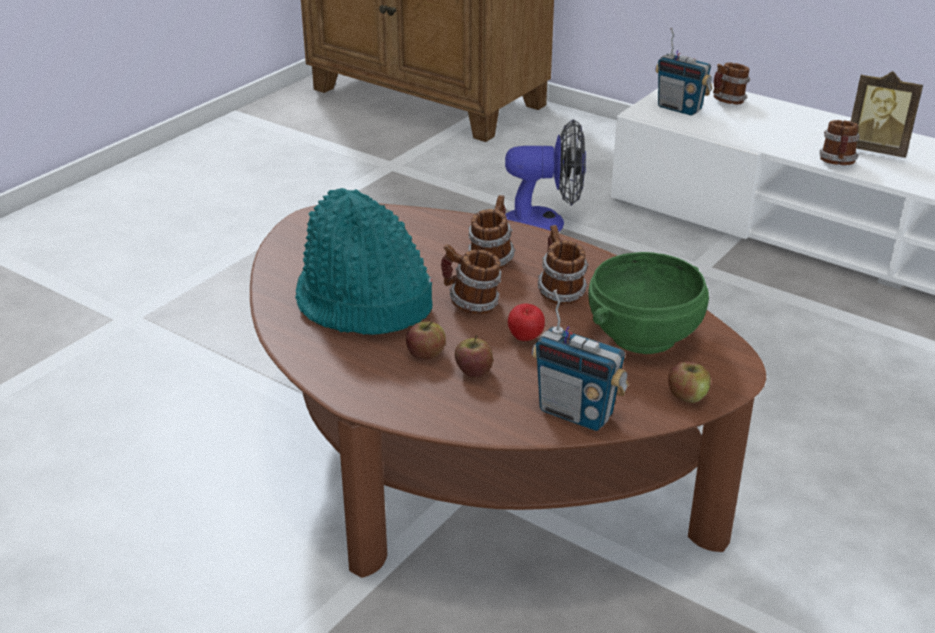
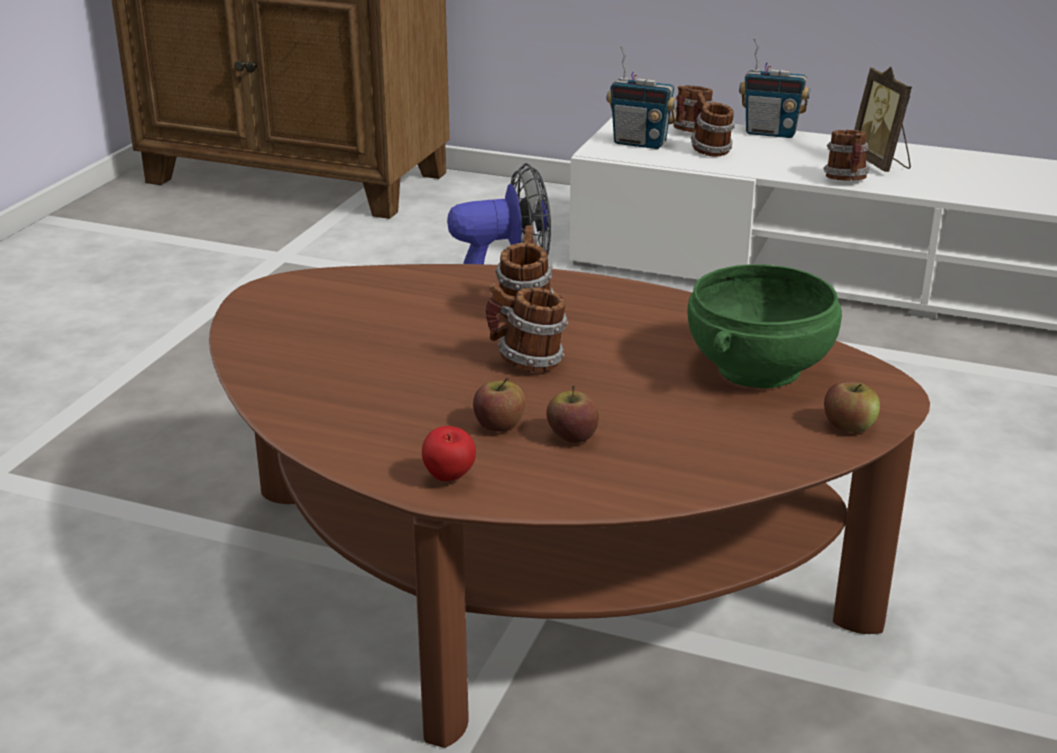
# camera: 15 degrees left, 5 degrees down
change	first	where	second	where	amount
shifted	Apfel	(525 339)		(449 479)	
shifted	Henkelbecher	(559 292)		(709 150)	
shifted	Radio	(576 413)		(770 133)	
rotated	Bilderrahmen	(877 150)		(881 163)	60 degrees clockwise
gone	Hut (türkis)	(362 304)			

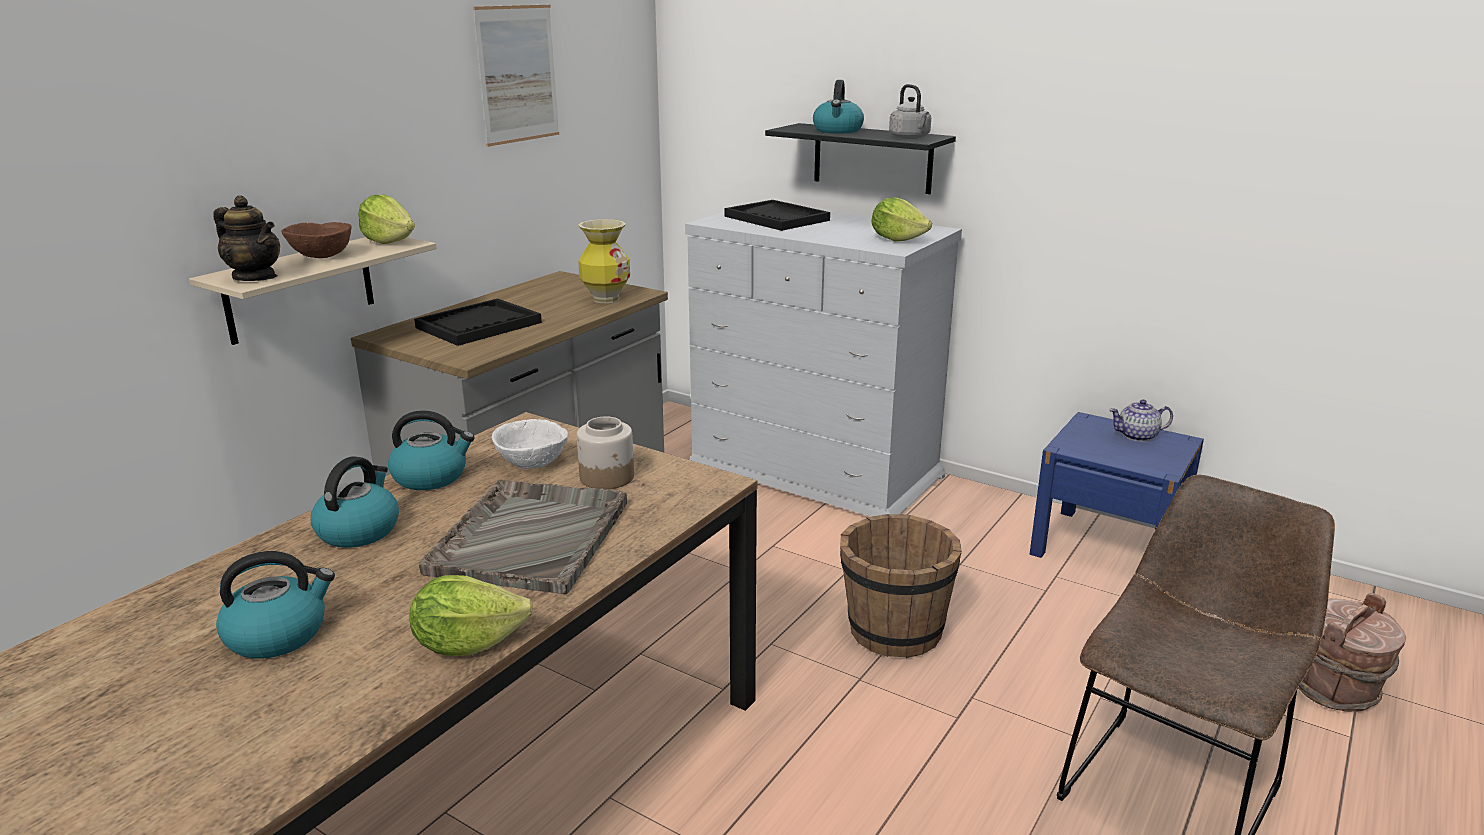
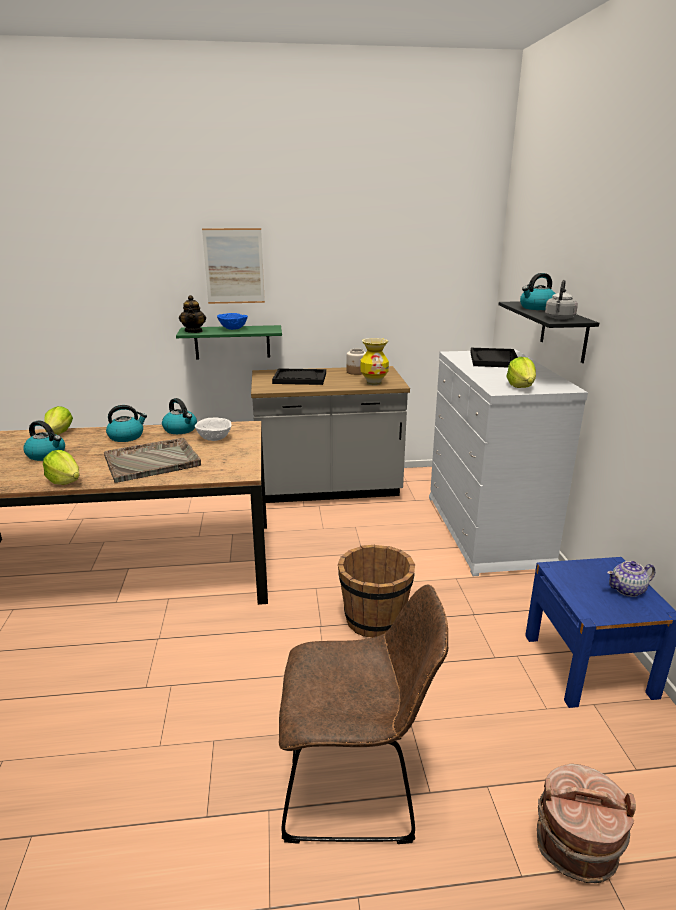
# camera: 50 degrees right, 0 degrees up
change	first	where	second	where	amount
shifted	Salatkopf	(389 241)		(59 433)	
repainted	Wandregal (beige)	(300 288)	Wandregal (grün)	(232 342)	
shifted	Bild	(518 74)		(234 266)	
repainted	Schüssel (braun)	(321 256)	Schüssel (blau)	(232 329)	
shifted	Vorratsglas	(607 477)		(356 372)	
rotated	Teekanne	(1138 436)		(628 590)	60 degrees counterclockwise

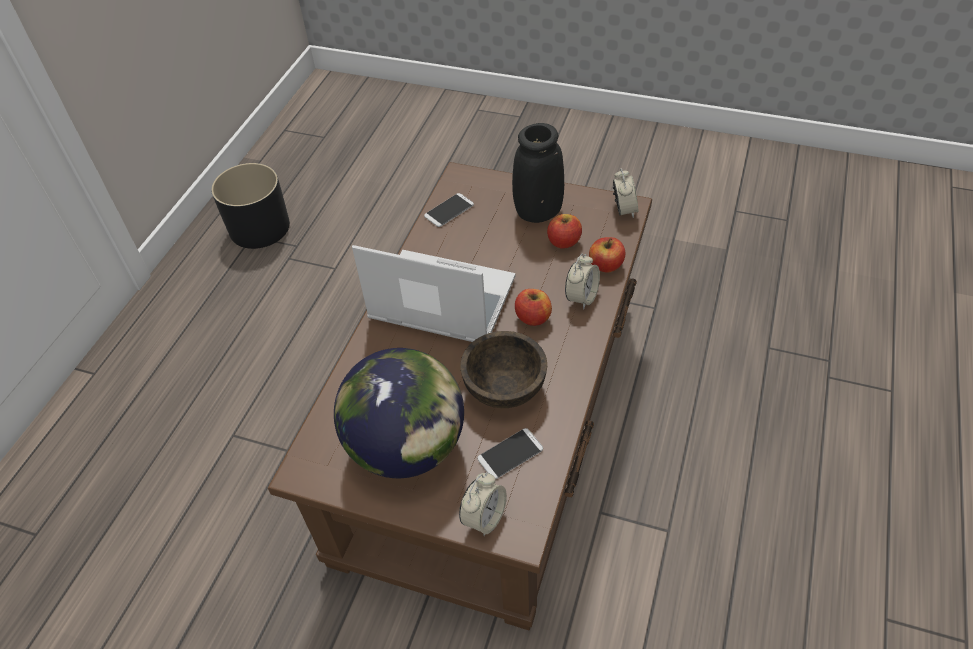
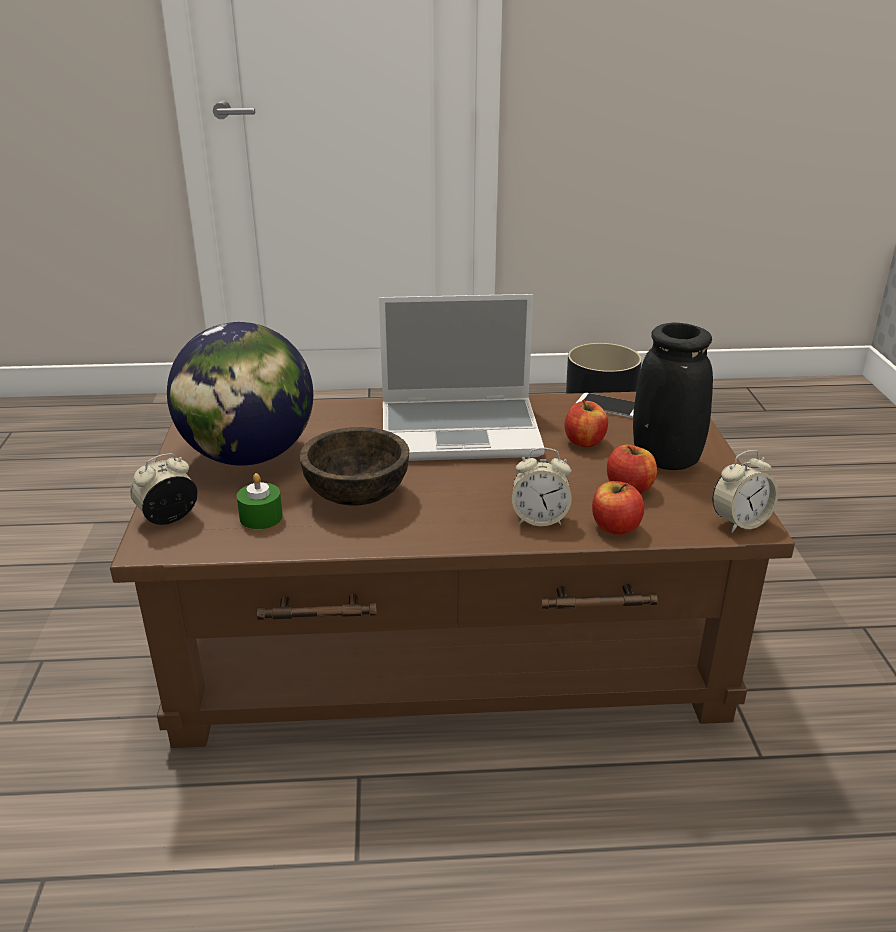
# camera: 65 degrees right, 20 degrees down
change	first	where	second	where	amount
rotated	Wecker	(484 518)		(169 518)	135 degrees clockwise
swapped	Handy	(510 454)	Kerze (grün)	(261 517)	
rotated	Laptop	(440 301)		(461 431)	90 degrees clockwise
shifted	Apfel	(533 317)		(584 441)	

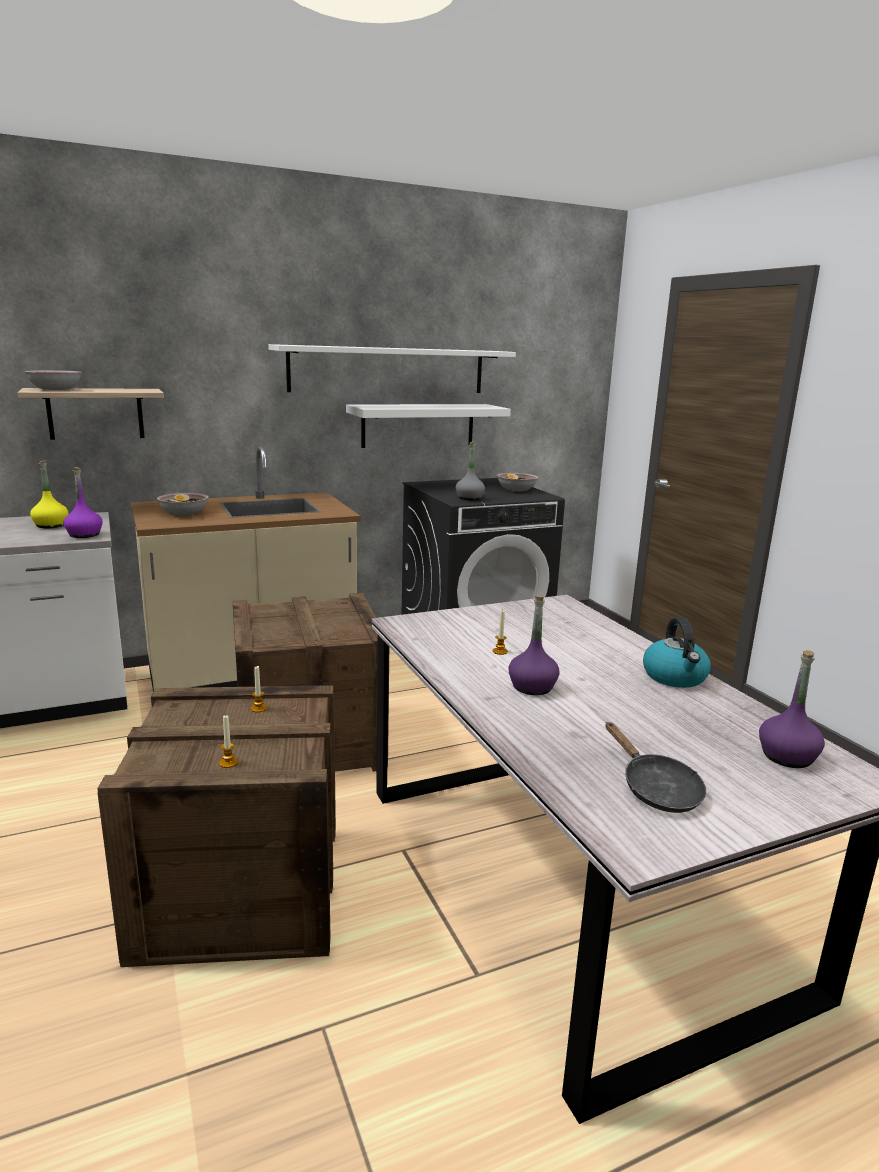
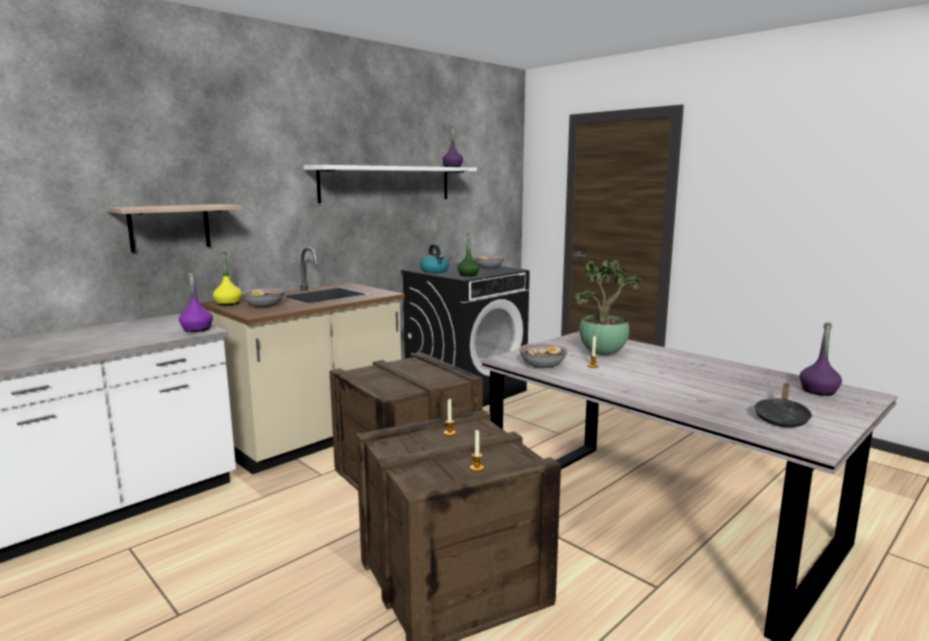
# camera: 20 degrees left, 5 degrees down
change	first	where	second	where	amount
shifted	Flasche (gelb)	(51 525)		(228 304)	
shifted	Wasserkessel	(675 677)		(435 271)	
shifted	Flasche (lila)	(532 687)		(452 167)	
repainted	Flasche (grau)	(469 498)	Flasche (grün)	(468 275)	
shifted	Schüssel	(55 389)		(542 365)	
new			Topfpflanze	(604 354)	
rotated	Pfanne (schwarz)	(655 789)		(781 418)	75 degrees clockwise
gone	Wandregal (weiß)	(418 425)			

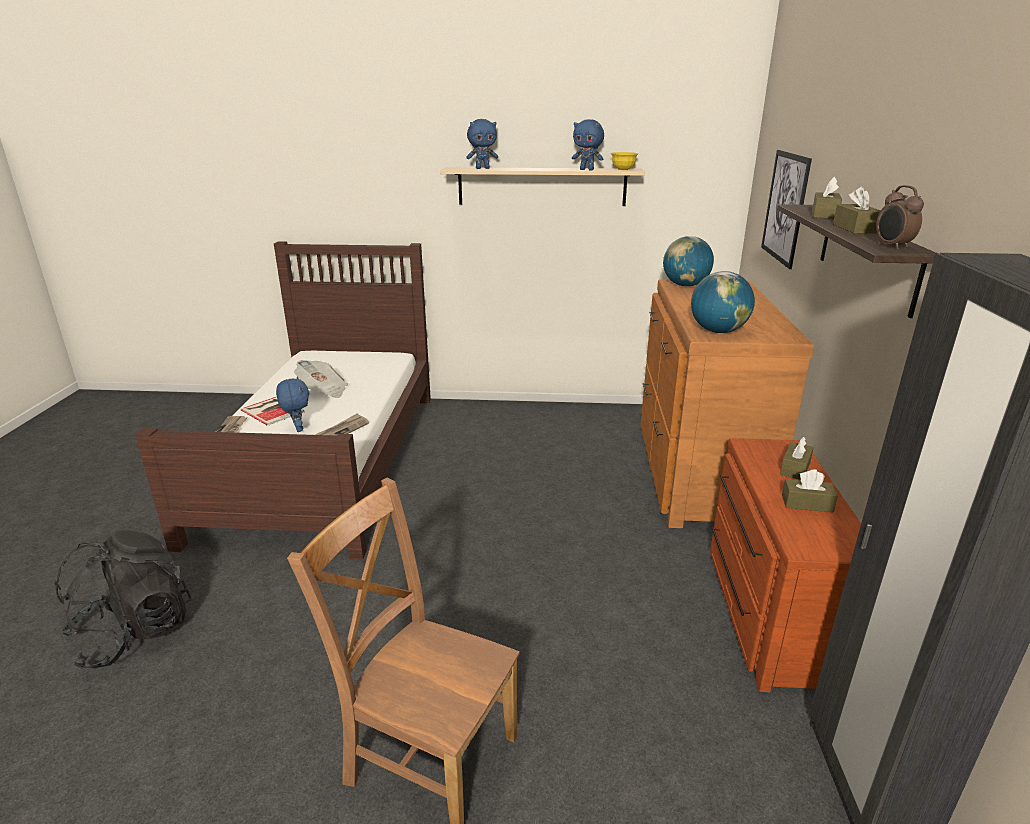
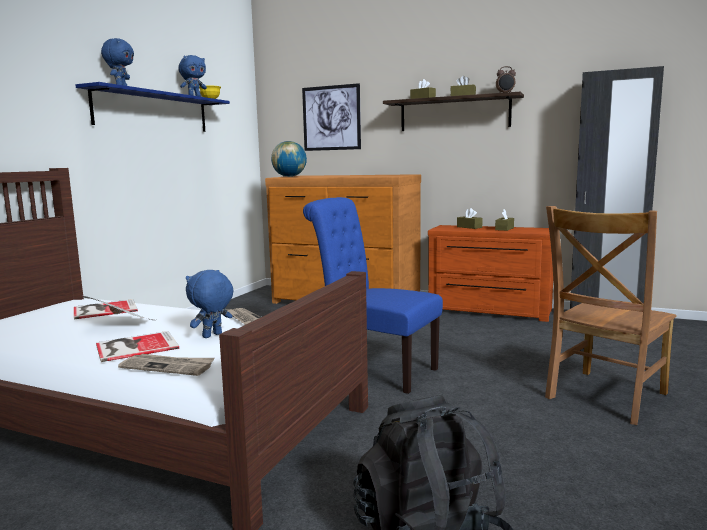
# camera: 70 degrees left, 15 degrees down
change	first	where	second	where	amount
new			Buch	(103 309)	
repainted	Wandregal (beige)	(542 186)	Wandregal (blau)	(153 111)	
rotated	Plüschtier (blau)	(297 429)		(212 336)	45 degrees counterclockwise
new			Stuhl (blau)	(374 370)	
gone	Globus	(718 331)			

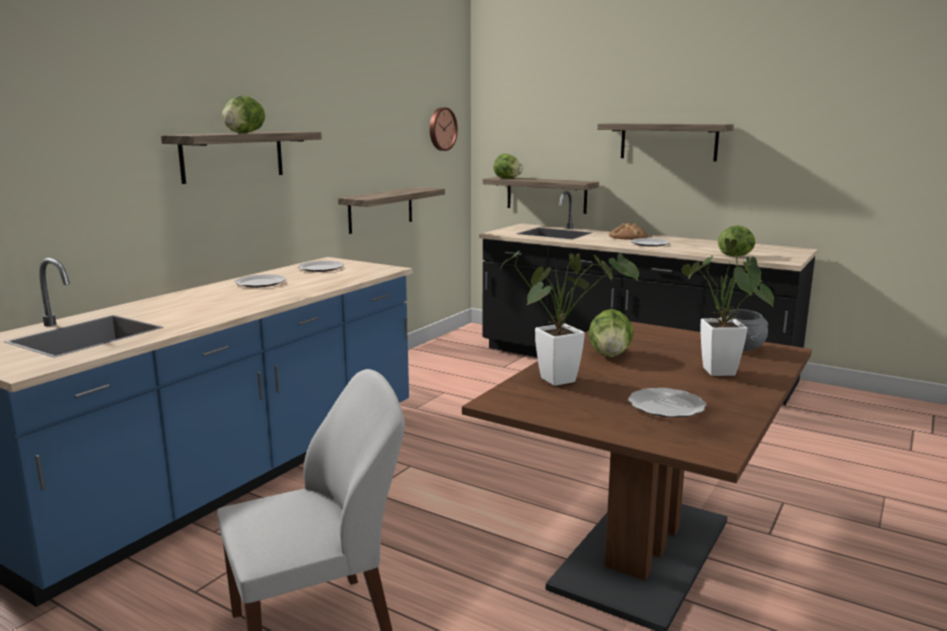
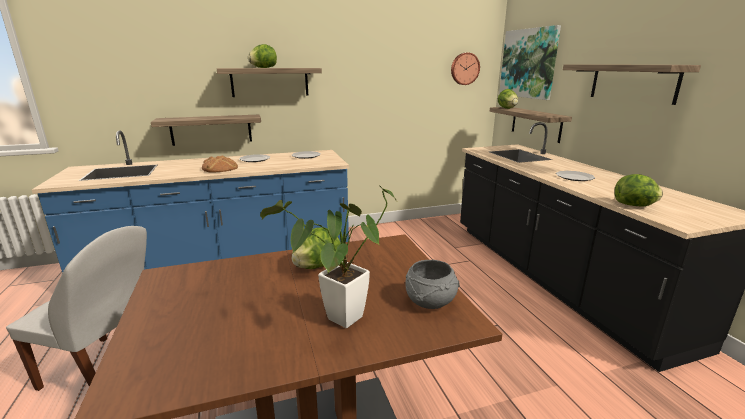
# camera: 40 degrees right, 5 degrees up
change	first	where	second	where	amount
shifted	Wandregal	(381 209)		(211 129)	
shifted	Brot	(628 237)		(219 168)	
new			Bild	(528 63)	
gone	Topfpflanze	(565 379)			
gone	Teller	(665 405)			

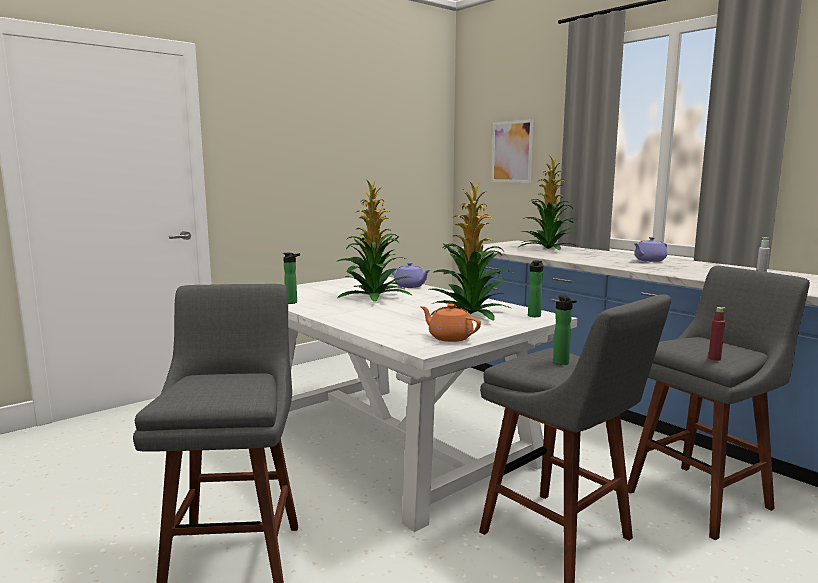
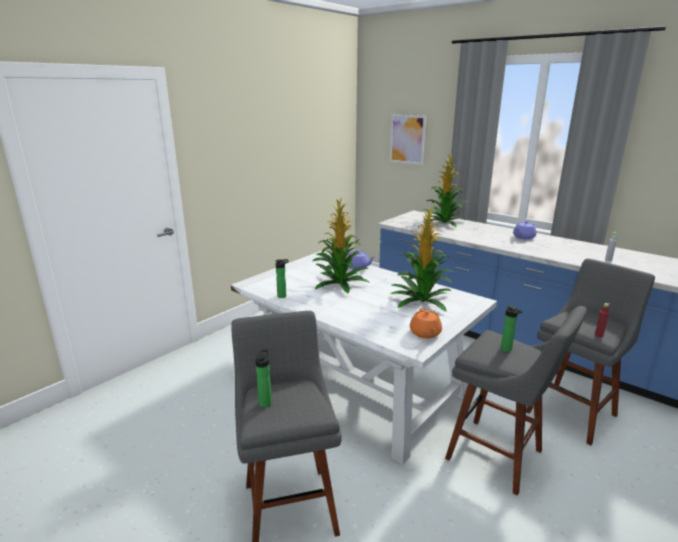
# camera: 10 degrees left, 10 degrees up
change	first	where	second	where	amount
shifted	Flasche	(534 315)		(265 402)	
rotated	Teekanne (orange)	(449 337)		(425 333)	120 degrees counterclockwise

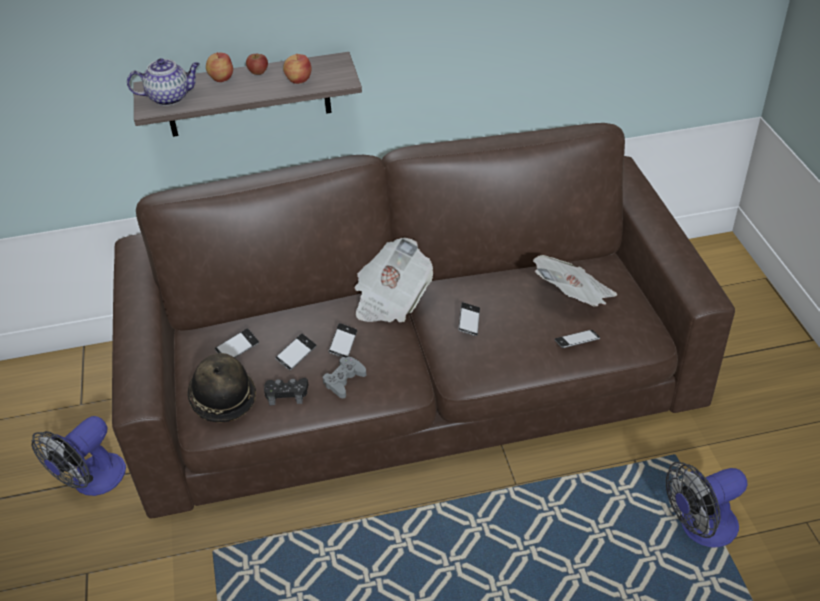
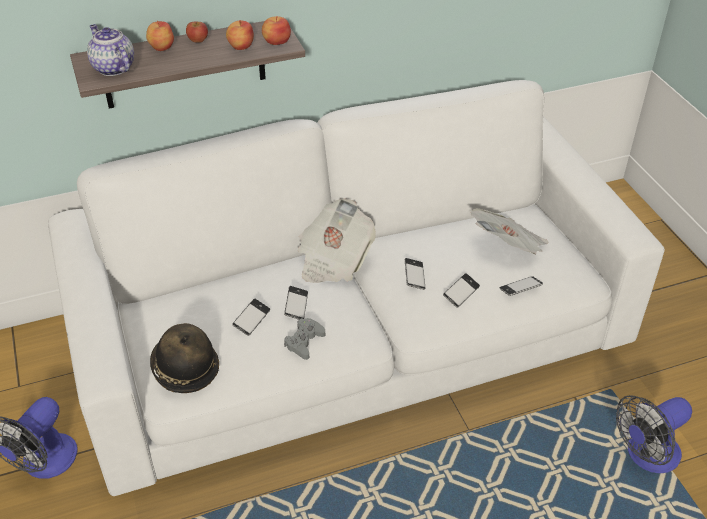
# camera: 10 degrees left, 0 degrees up
change	first	where	second	where	amount
repainted	Sofa (braun)	(414 377)	Sofa (weiß)	(352 334)	
rotated	Teekanne	(170 97)		(112 68)	105 degrees counterclockwise
new			Apfel	(276 41)	
shifted	Handy	(237 348)		(461 293)	
gone	Gamepad (schwarz)	(287 394)			

